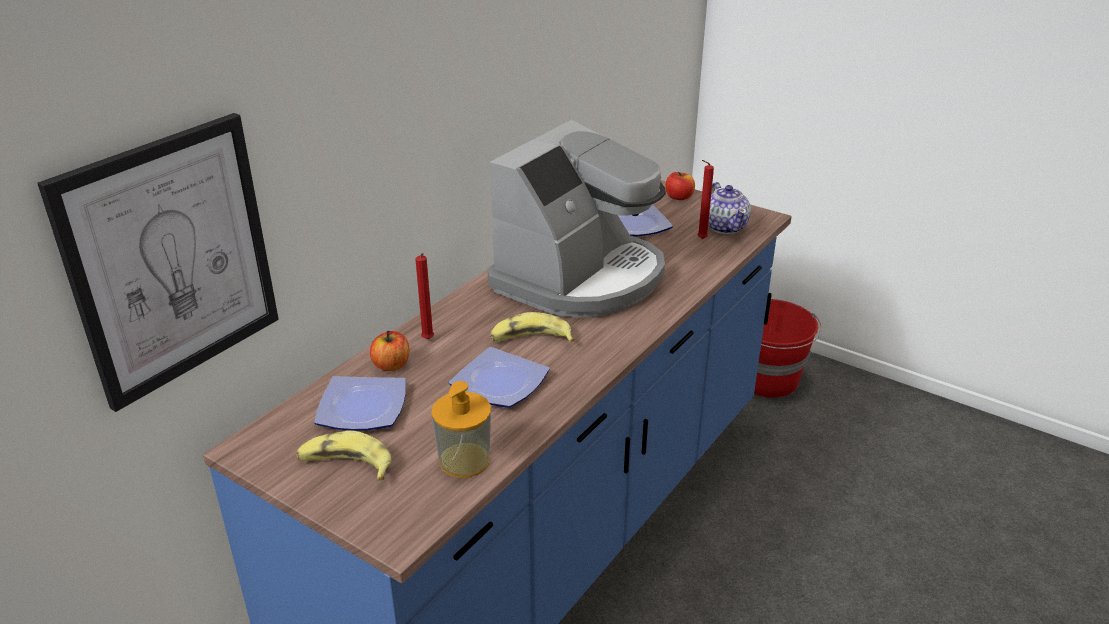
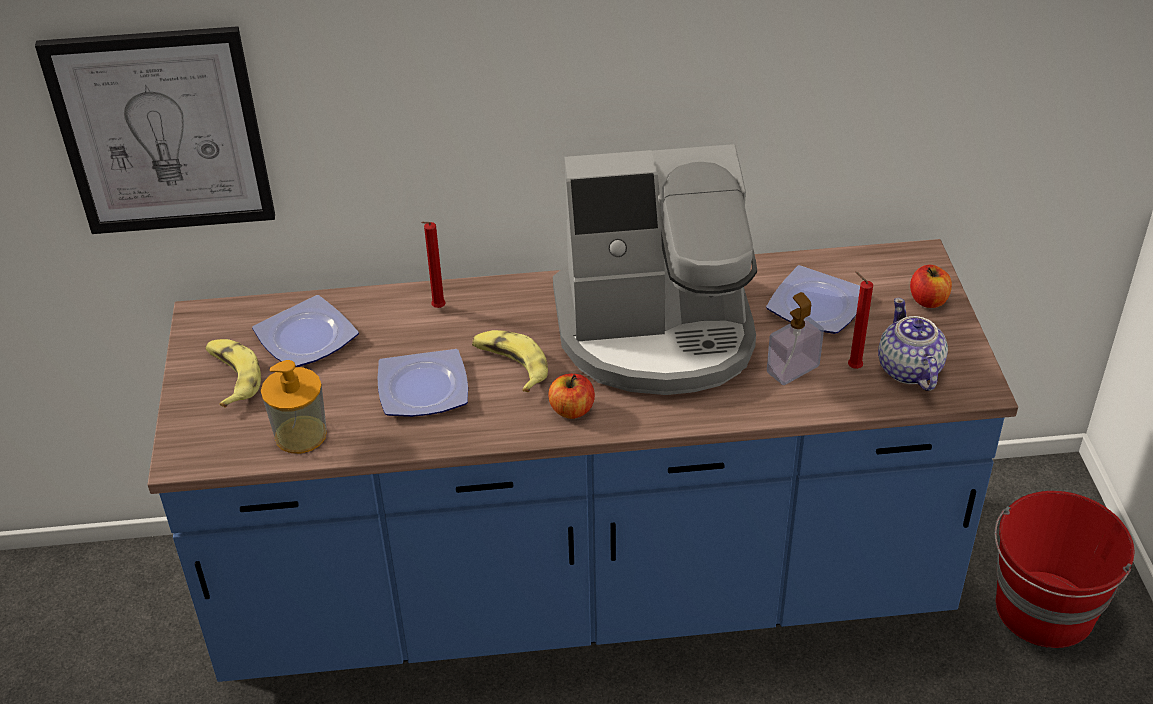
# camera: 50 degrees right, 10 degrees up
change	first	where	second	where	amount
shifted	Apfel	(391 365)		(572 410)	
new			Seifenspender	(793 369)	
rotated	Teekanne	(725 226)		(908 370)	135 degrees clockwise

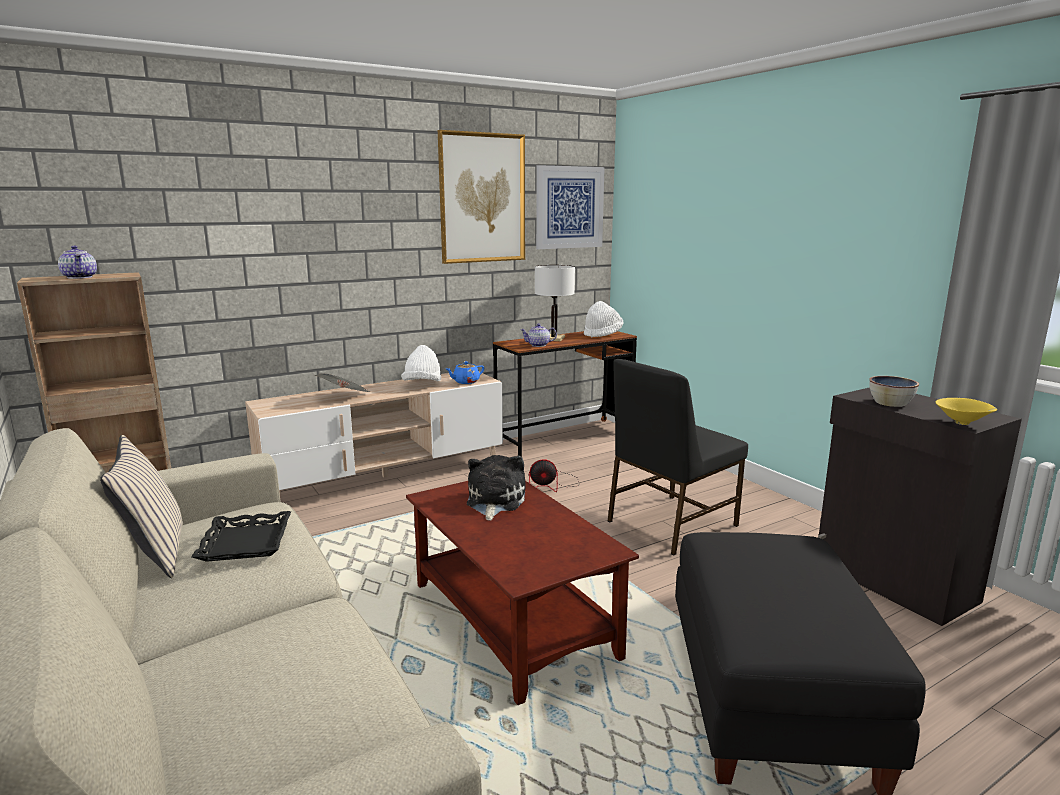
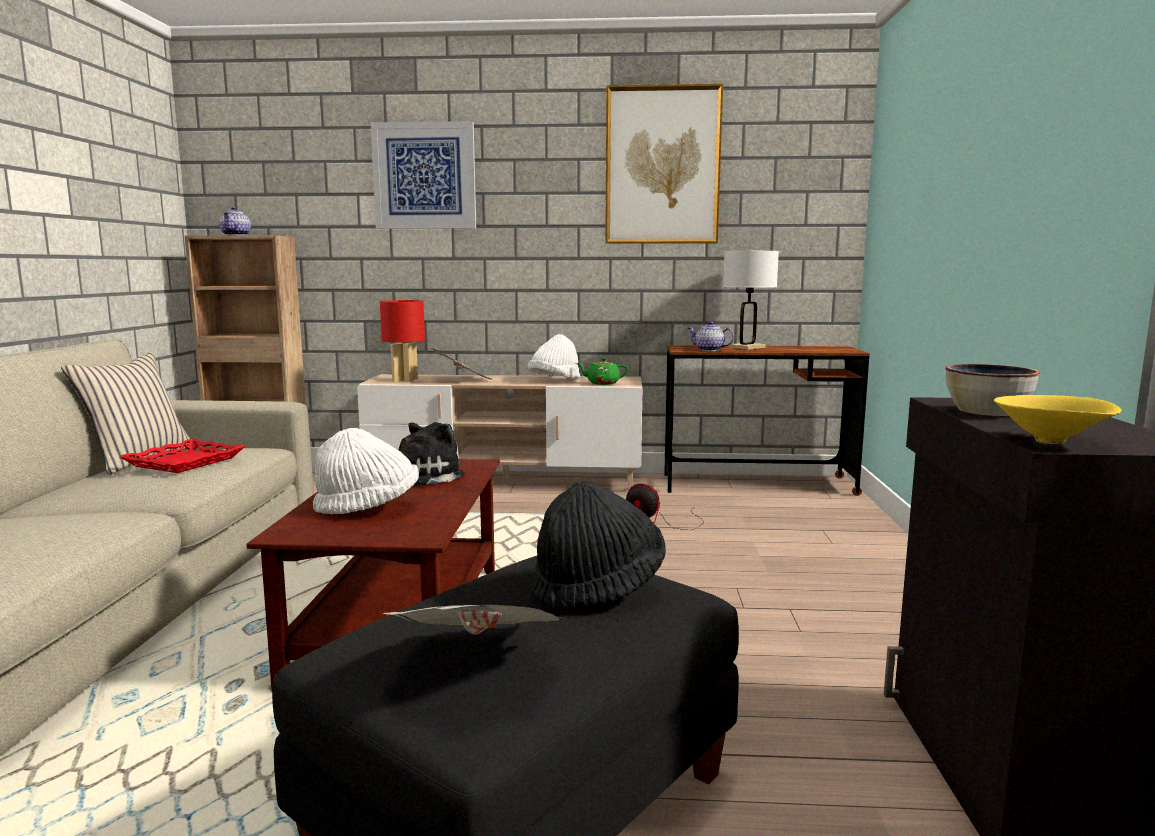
# camera: 35 degrees right, 5 degrees down
change	first	where	second	where	amount
repainted	Tablett (schwarz)	(246 542)	Tablett (rot)	(185 462)	
shifted	Hut (weiß)	(603 334)		(368 508)	
shifted	Bild	(569 207)		(424 176)	
new			Tischlampe (rot)	(405 380)	
new			Zeitung	(479 661)	
new			Hut (schwarz)	(598 587)	
repainted	Teekanne (blau)	(465 382)	Teekanne (grün)	(602 383)	
gone	Stuhl (schwarz)	(669 523)			

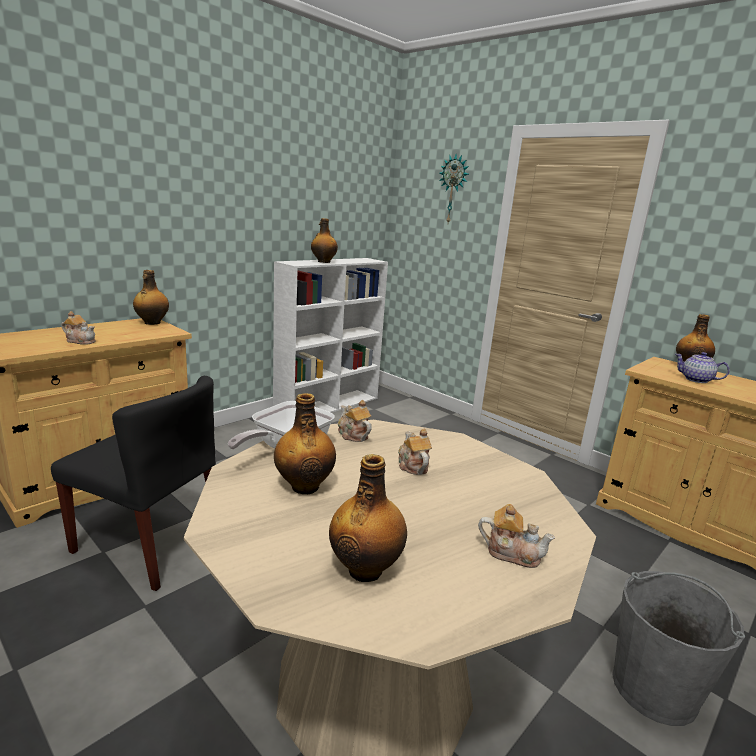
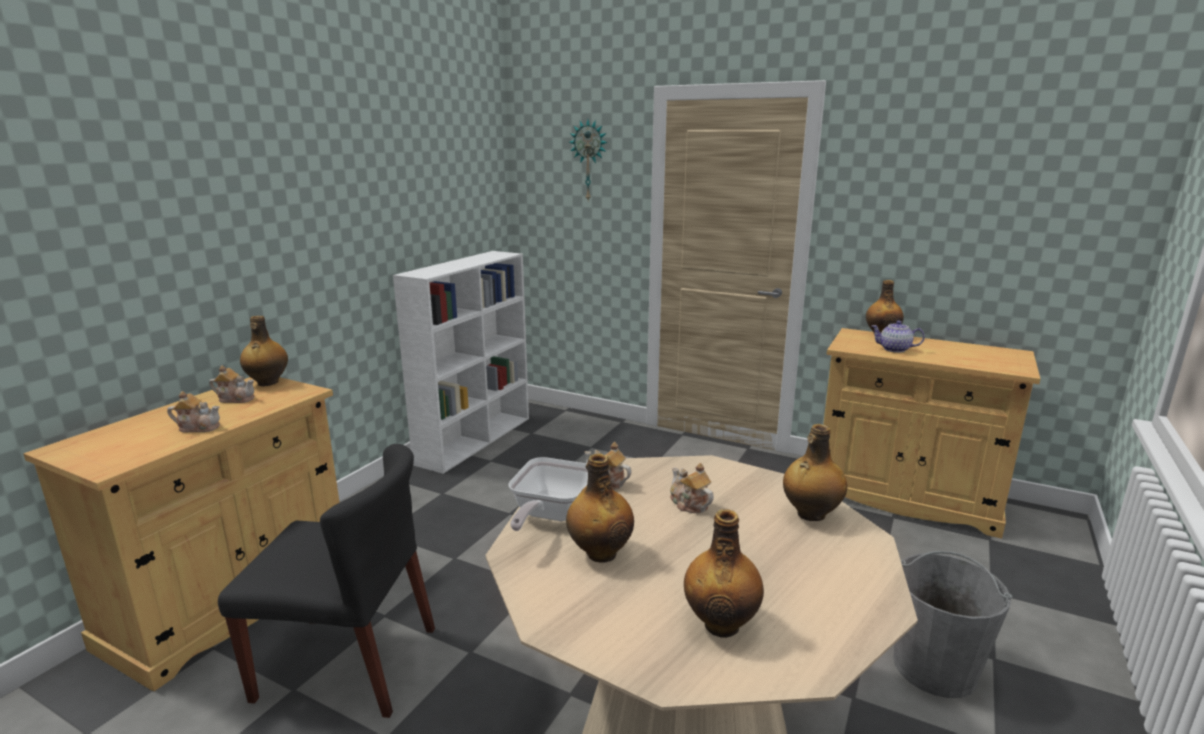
# camera: 15 degrees left, 0 degrees up
change	first	where	second	where	amount
shifted	Teekanne	(512 553)		(236 399)	
shifted	Flasche	(323 262)		(810 514)	

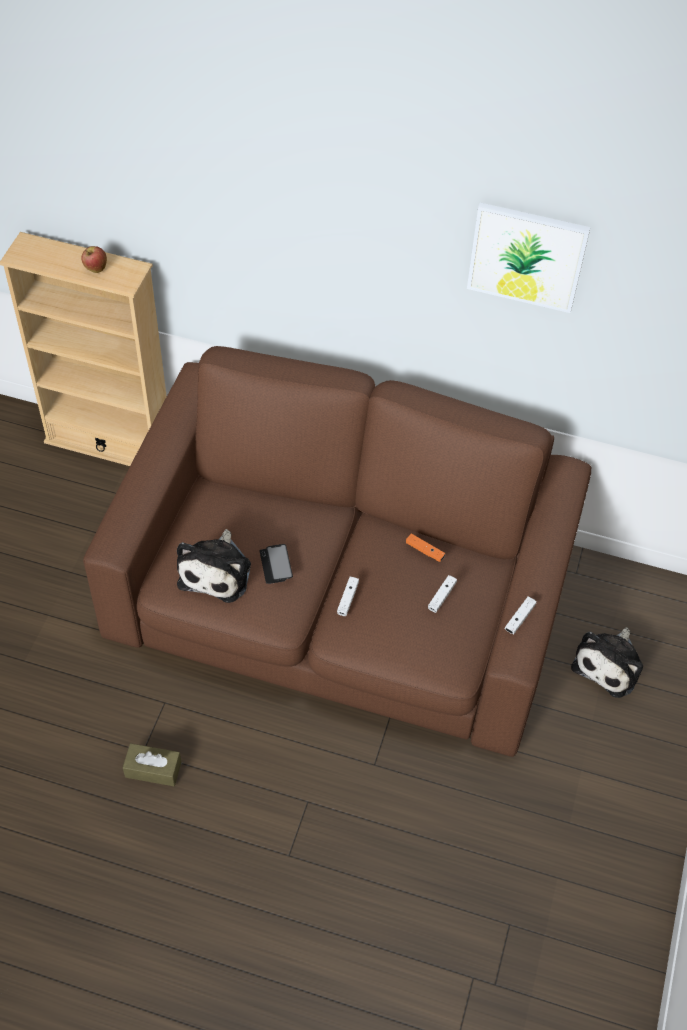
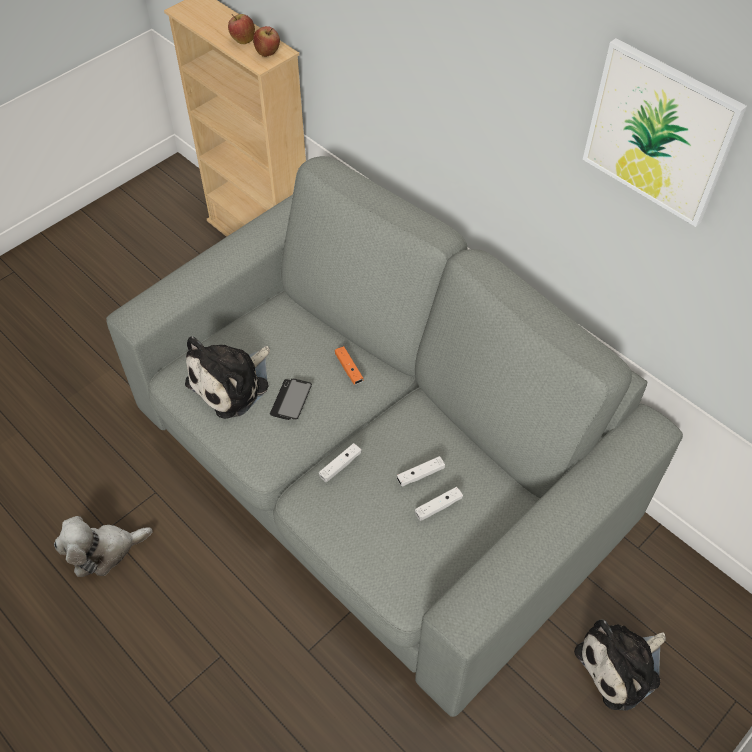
# camera: 30 degrees right, 0 degrees up
change	first	where	second	where	amount
swapped	Taschentuchbox (braun)	(153 769)	Plüschtier	(104 551)	
repainted	Sofa (braun)	(340 598)	Sofa (grau)	(377 466)	
new			Apfel	(268 53)	
shifted	Gamepad (orange)	(425 551)		(349 369)	
shifted	Gamepad (weiß)	(519 618)		(420 474)	

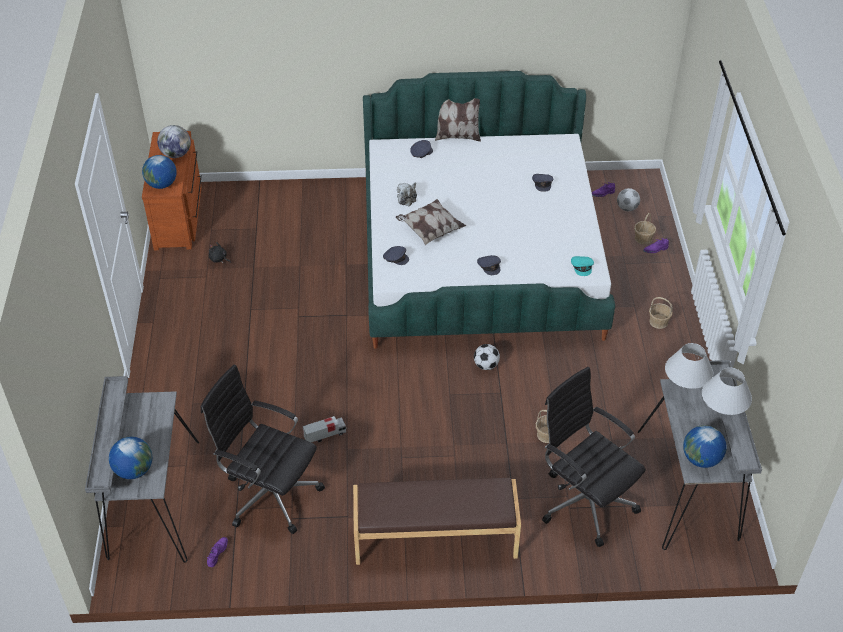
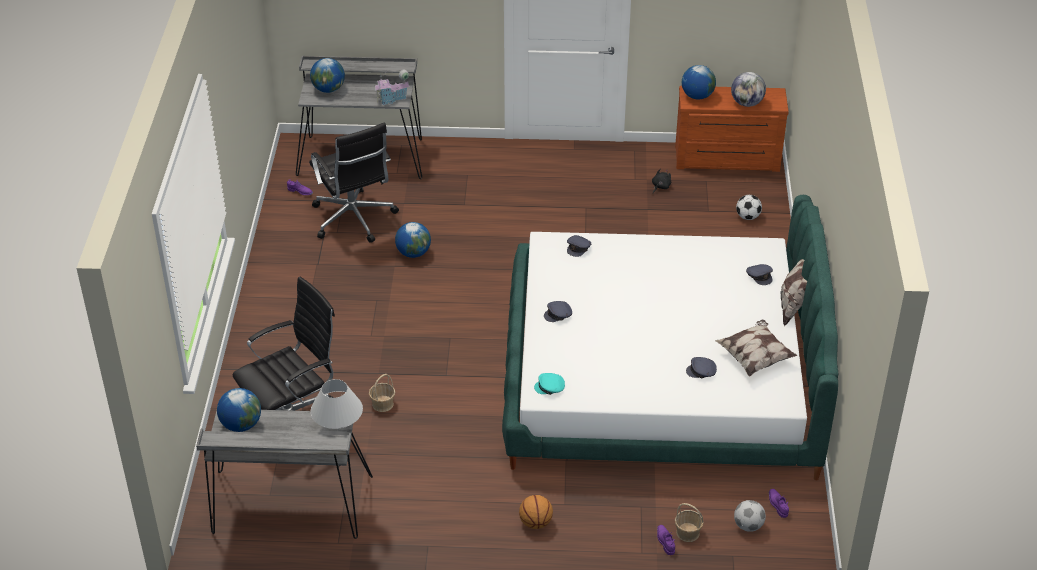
# camera: 95 degrees right, 5 degrees down
change	first	where	second	where	amount
rotated	Bürostuhl (schwarz)	(269 494)		(354 219)	120 degrees clockwise
new			Spielzeughaus	(392 99)	
swapped	Spielzeuglaster	(325 435)	Globus	(413 253)	
swapped	Korb	(658 322)	Basketball	(535 522)	
shifted	Kissen	(430 230)		(755 357)	
shifted	Fußball	(486 365)		(747 217)	
gone	Bank (braun)	(435 539)			
gone	Plüschtier	(407 197)			
gone	Tischlampe (weiß)	(722 412)			

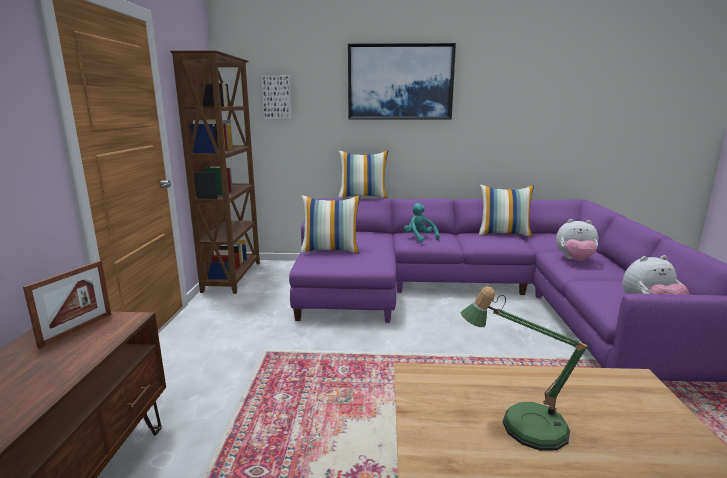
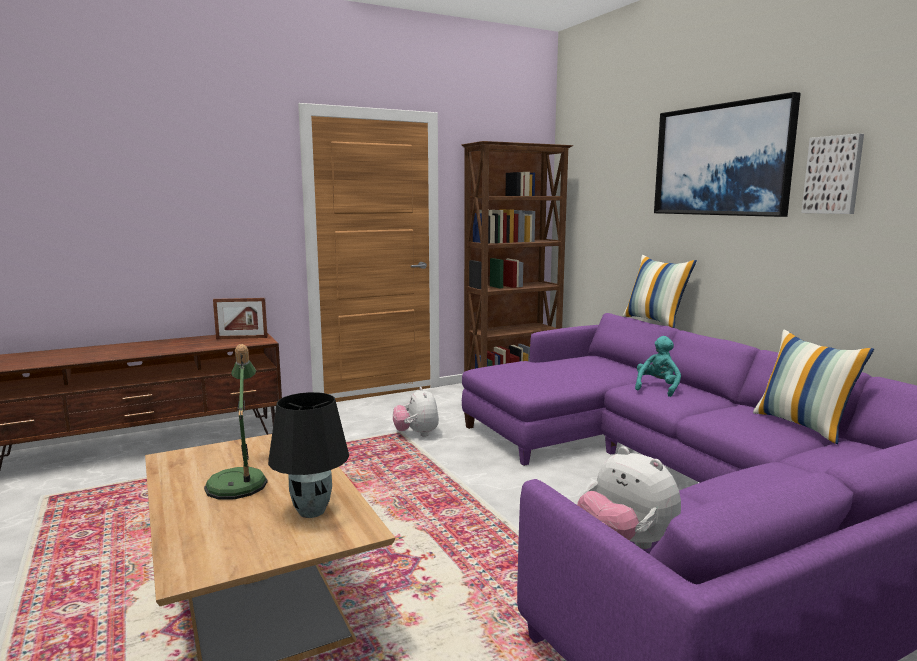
# camera: 60 degrees right, 5 degrees down
change	first	where	second	where	amount
new			Tischlampe (schwarz)	(312 511)	
shifted	Plüschtier	(575 260)		(416 434)	
shifted	Bild	(277 97)		(833 175)	
gone	Kissen	(331 250)			

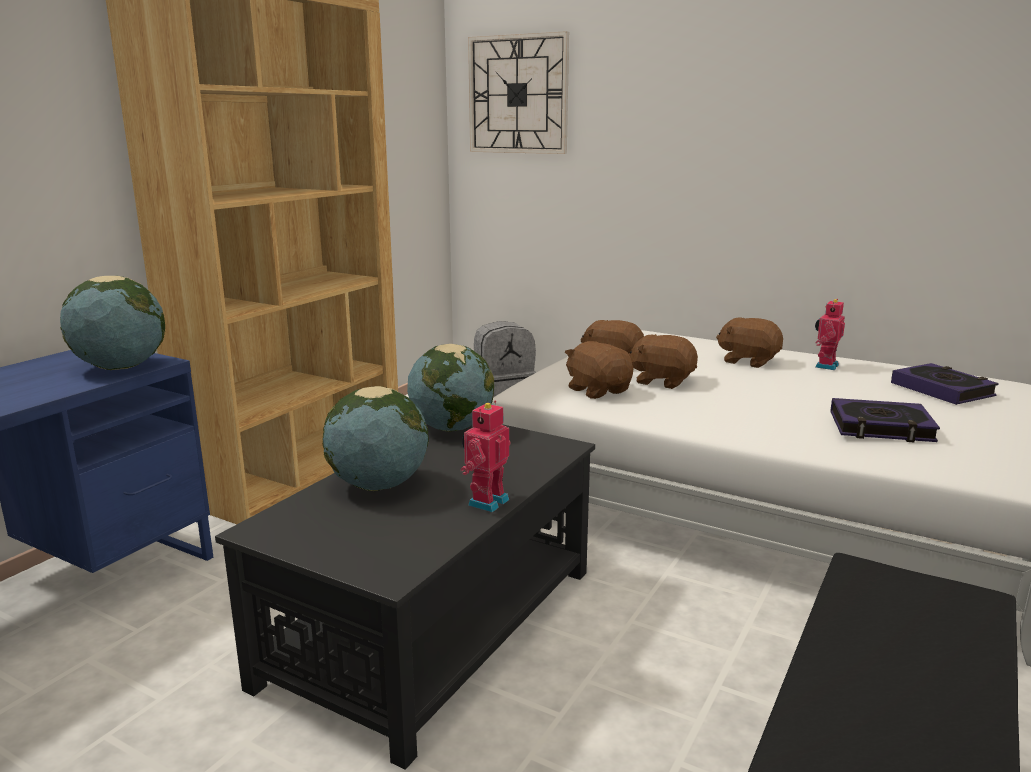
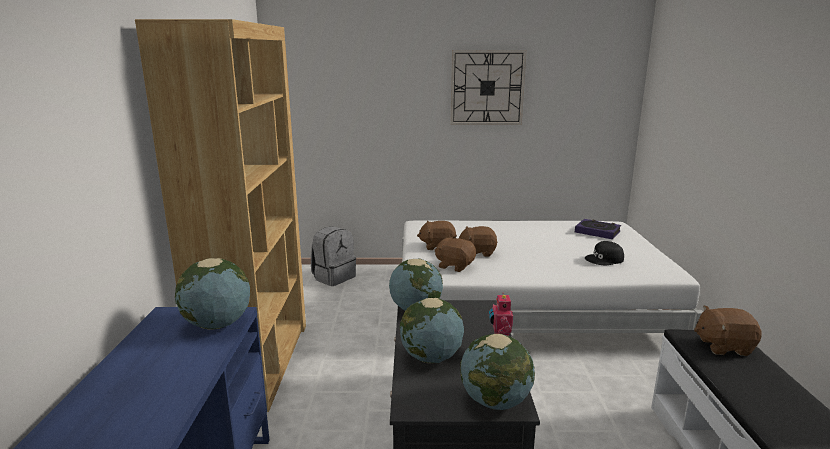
# camera: 30 degrees left, 0 degrees up
change	first	where	second	where	amount
shifted	Wanduhr	(518 95)		(487 88)	
new			Globus	(495 401)	
swapped	Buch	(881 427)	Kappe (schwarz)	(604 259)	
shifted	Plüschtier (braun)	(748 361)		(723 346)	
gone	Spielzeugroboter	(825 366)			

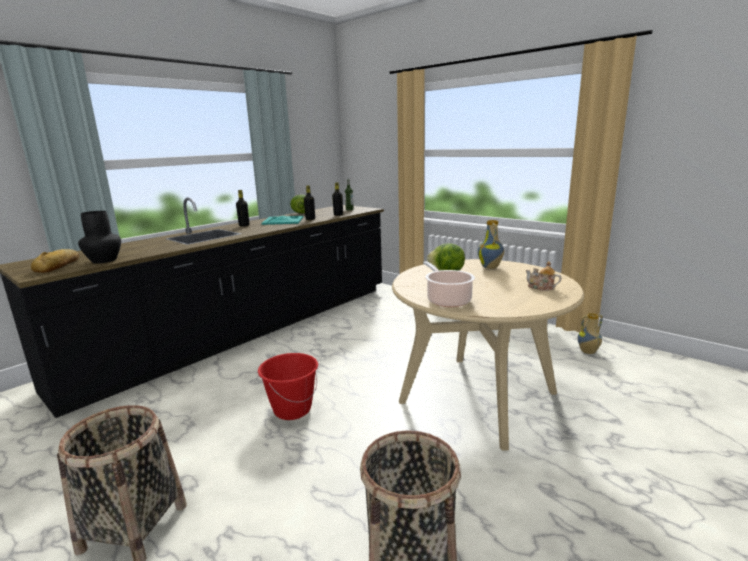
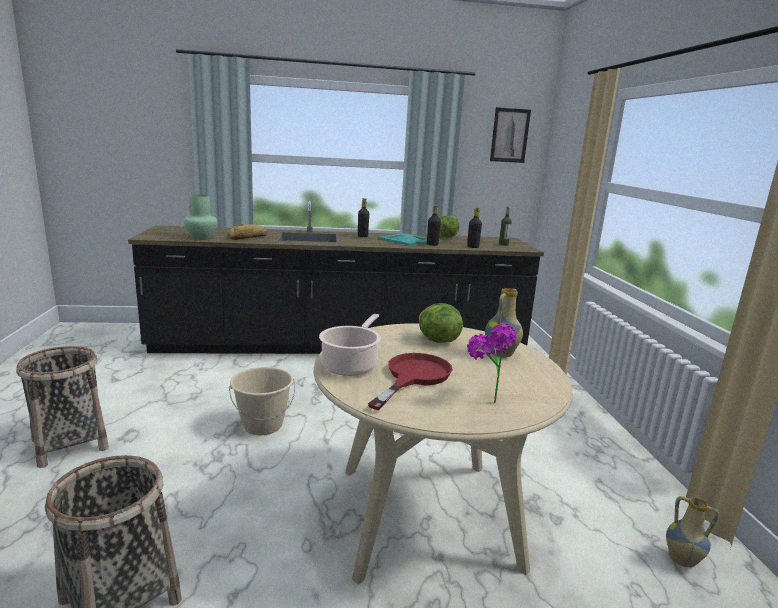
# camera: 40 degrees right, 0 degrees up
change	first	where	second	where	amount
repainted	Vase (schwarz)	(105 260)	Vase (grün)	(202 238)	
shifted	Brot	(59 265)		(249 237)	
repainted	Eimer (rot)	(292 409)	Eimer (beige)	(263 425)	
new			Pfanne (rot)	(413 377)	
swapped	Teekanne	(541 287)	Topfpflanze	(484 399)	
new			Bild	(509 135)	

